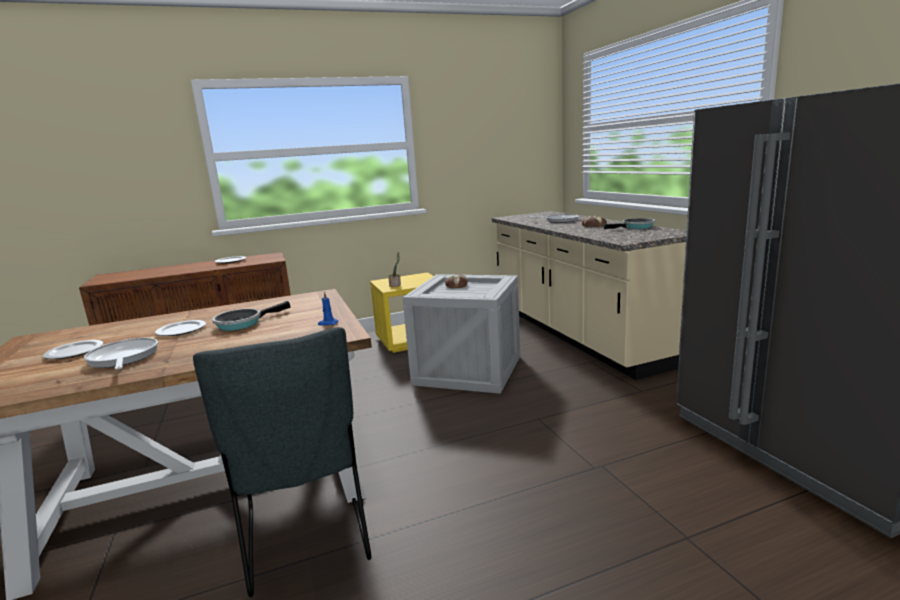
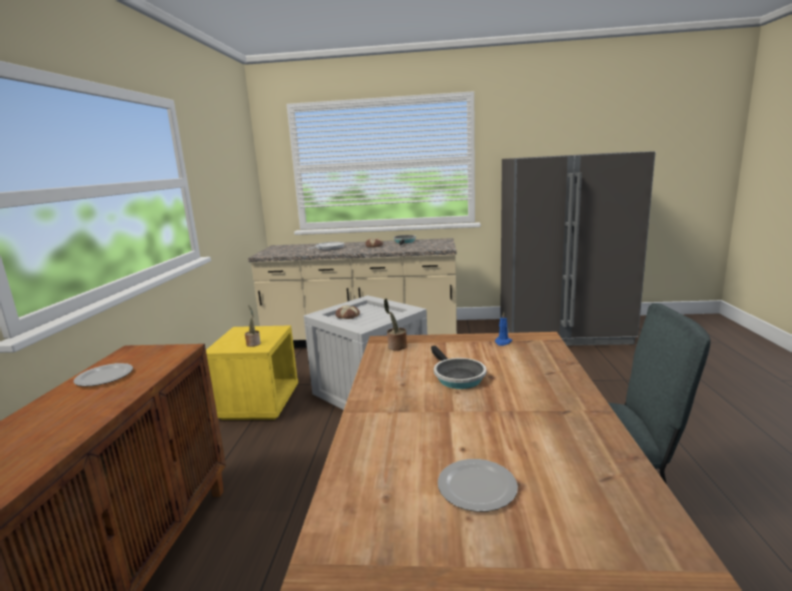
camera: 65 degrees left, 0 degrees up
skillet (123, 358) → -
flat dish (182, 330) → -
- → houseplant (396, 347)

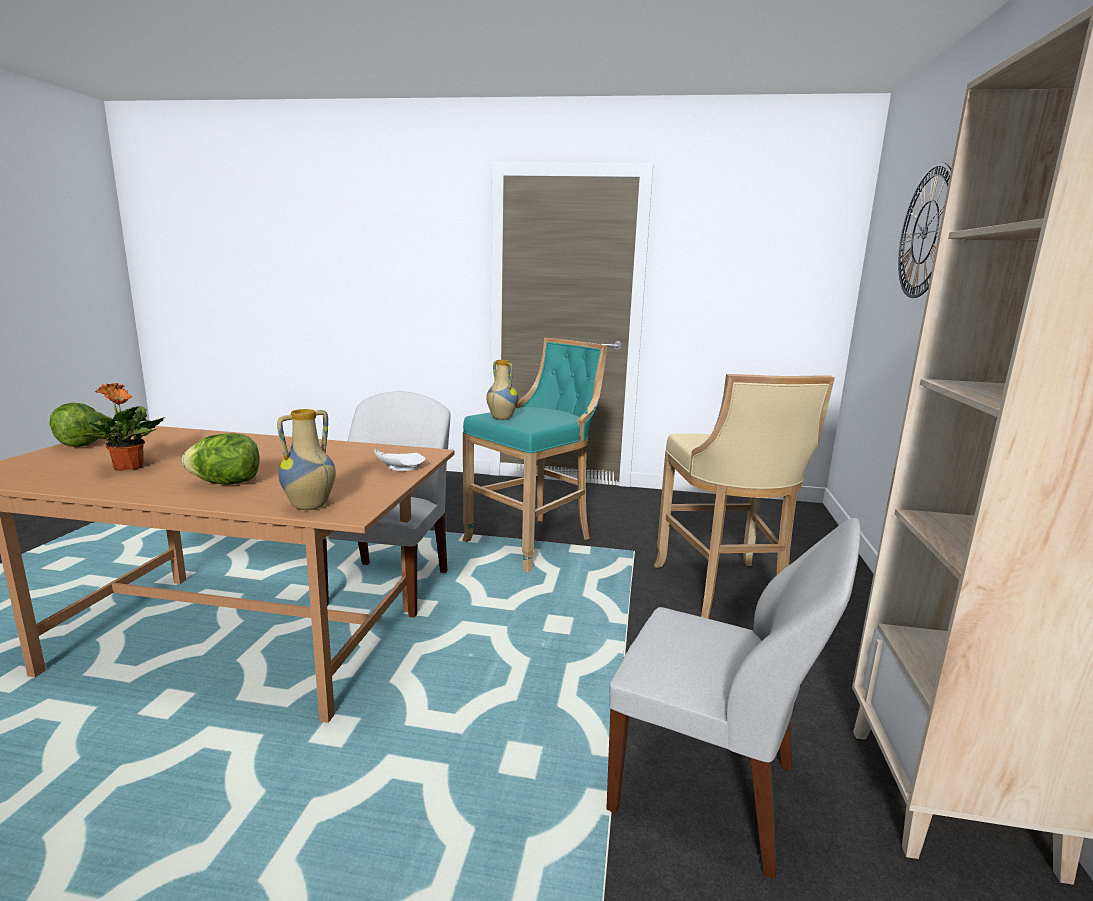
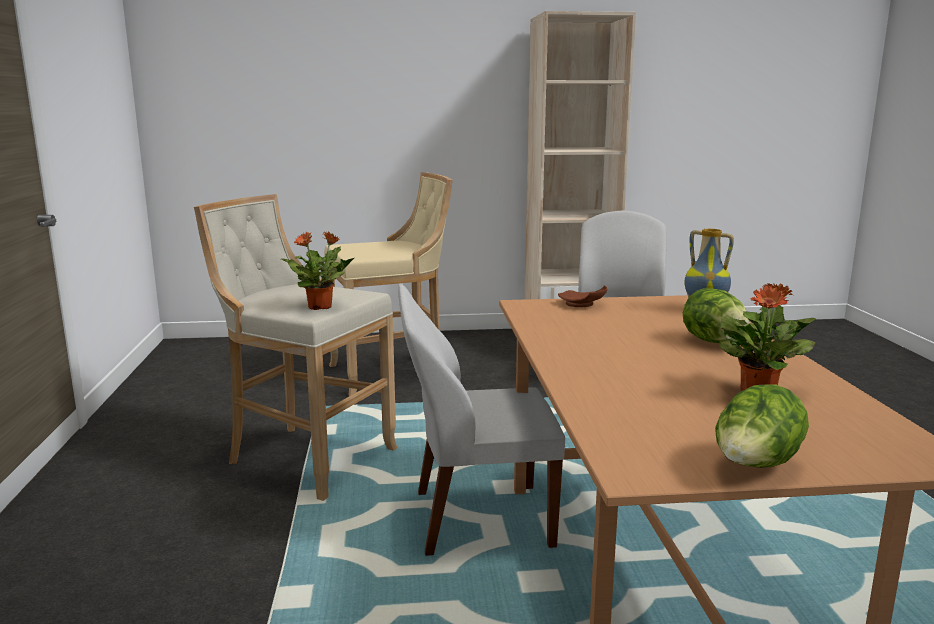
camera: 105 degrees left, 0 degrees up
flat dish (white-coloured) (399, 468) → flat dish (brown) (582, 305)
sitting stool (turquoise-coloured) (533, 541) → sitting stool (sand-coloured) (306, 458)
vase (501, 418) → houseplant (321, 307)
clock on the wall (925, 232) → -

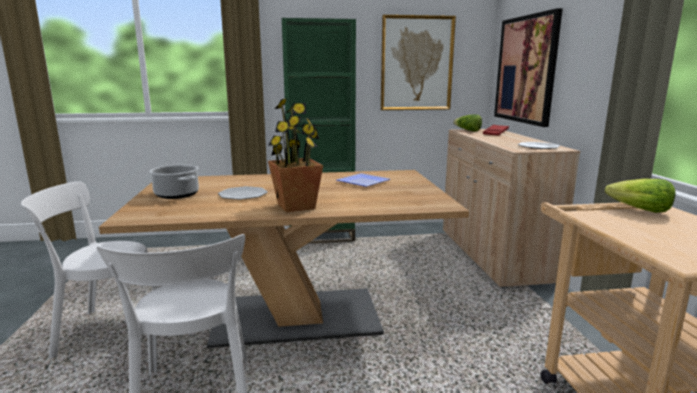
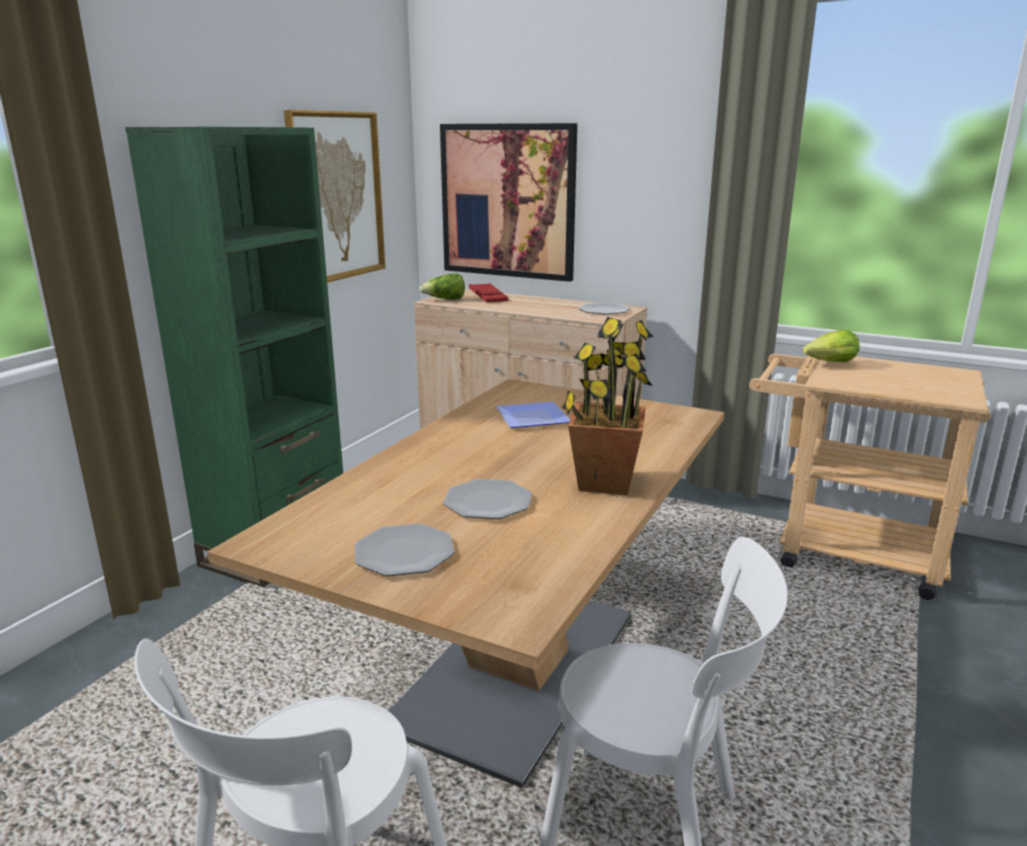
camera: 55 degrees left, 5 degrees up
saucepot (177, 194) → flat dish (404, 552)

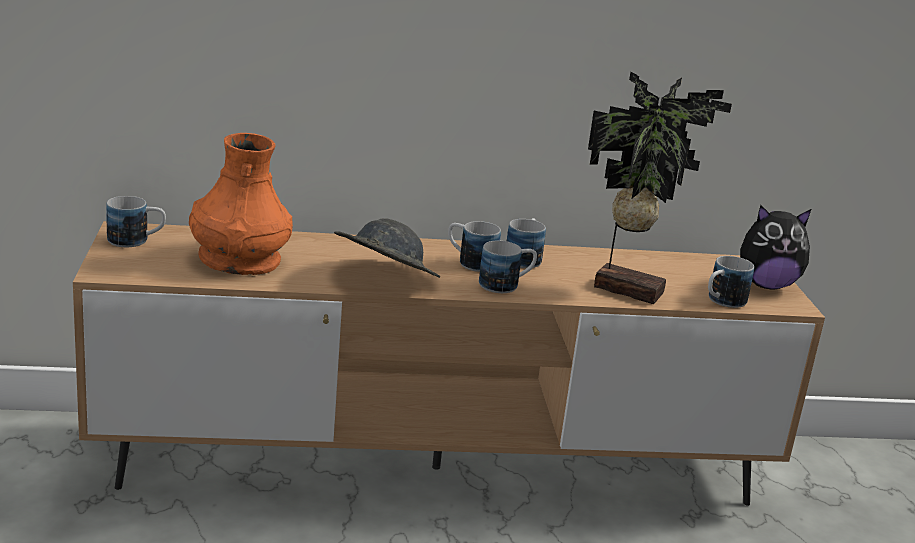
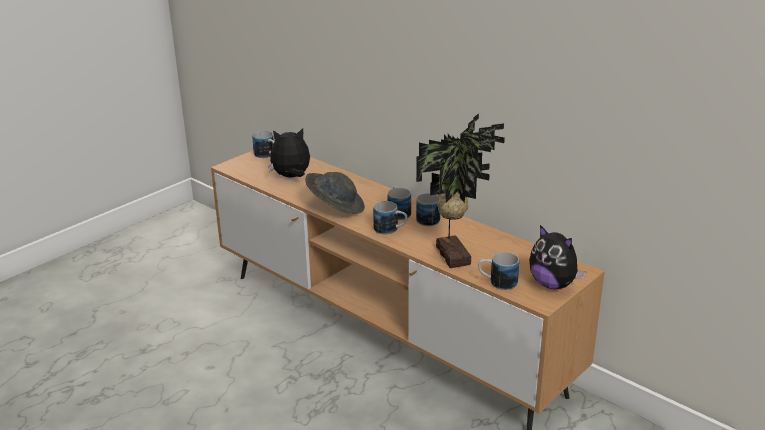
camera: 50 degrees right, 5 degrees up
vase (orangey) (239, 260) → cuddly toy (291, 177)

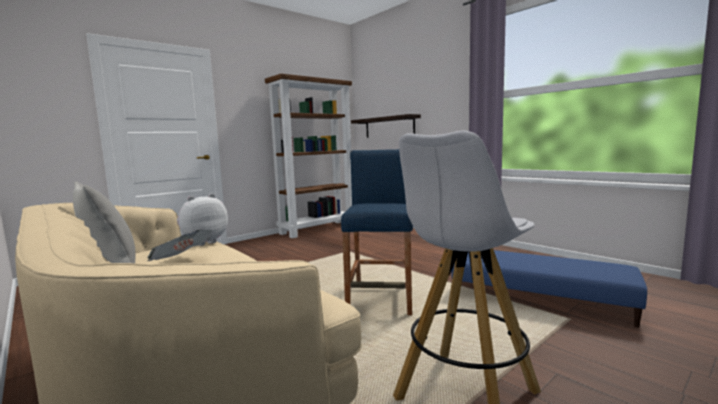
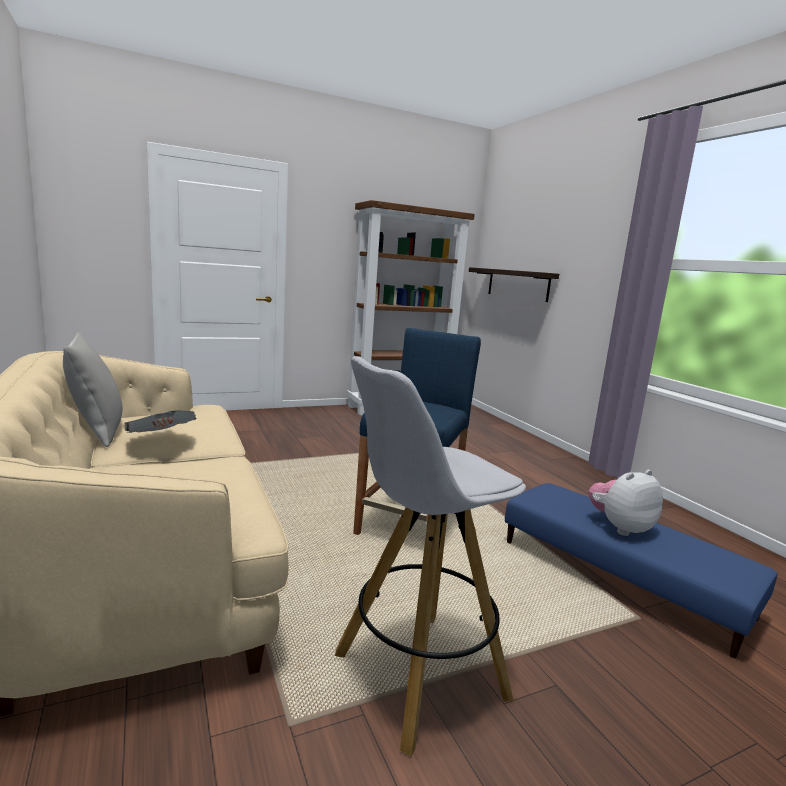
camera: 15 degrees right, 5 degrees up
cuddly toy (203, 242) → cuddly toy (620, 527), moved

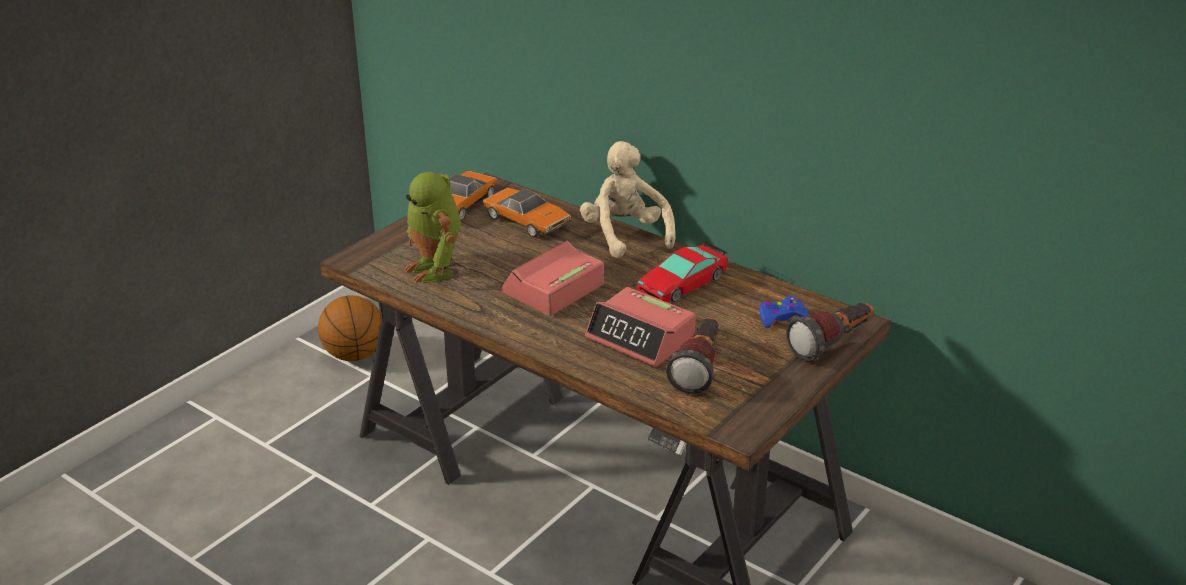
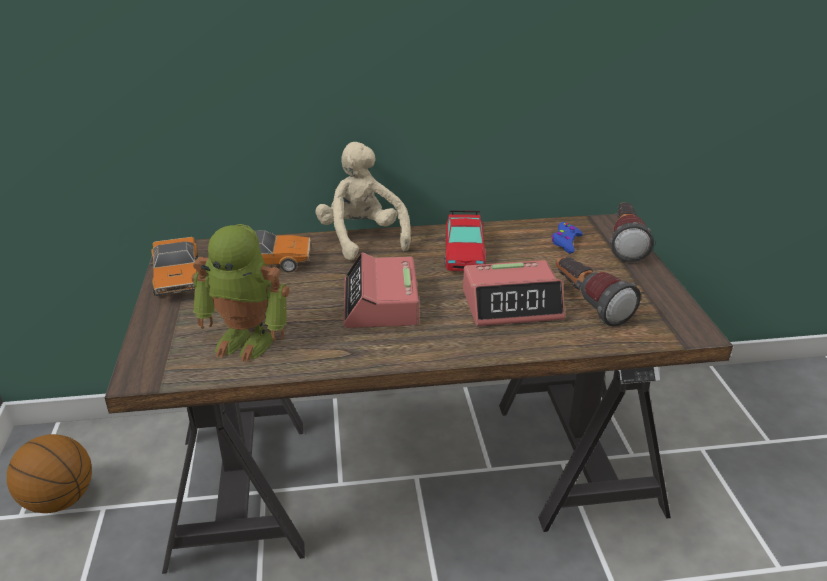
camera: 45 degrees left, 0 degrees up
cuddly toy (sand-coloured) (625, 236) → cuddly toy (sand-coloured) (362, 238), 45 degrees clockwise

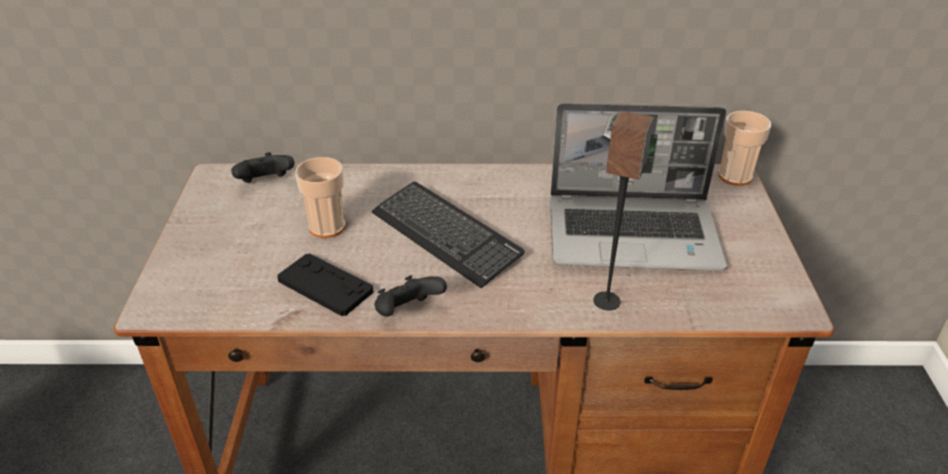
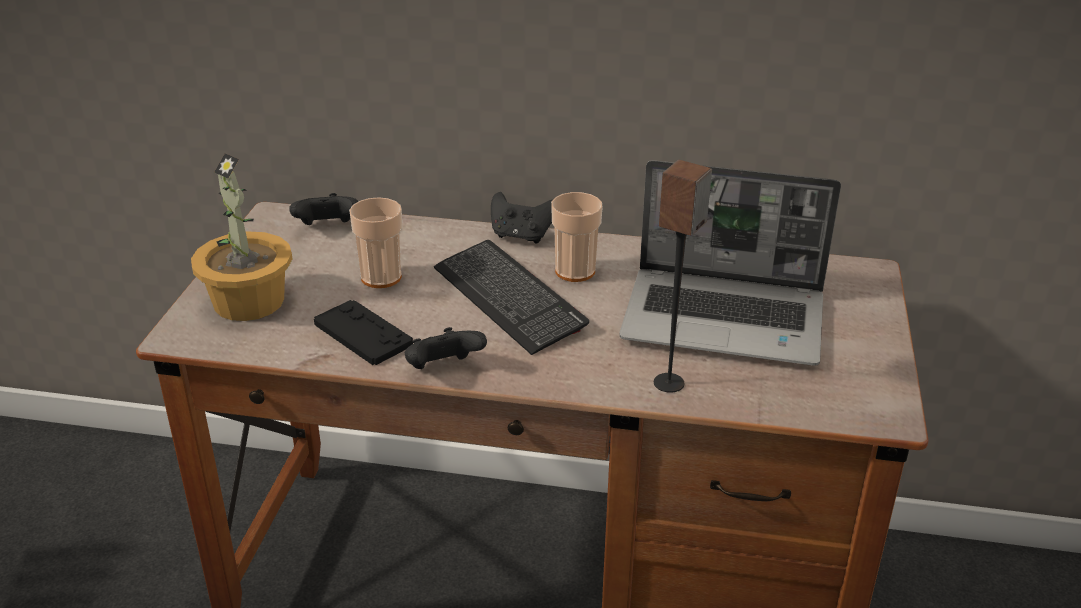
camera: 10 degrees right, 5 degrees down
drinking cup (735, 176) → drinking cup (575, 271), moved
- → houseplant (250, 301)
- → game controller (black-coloured) (521, 236)

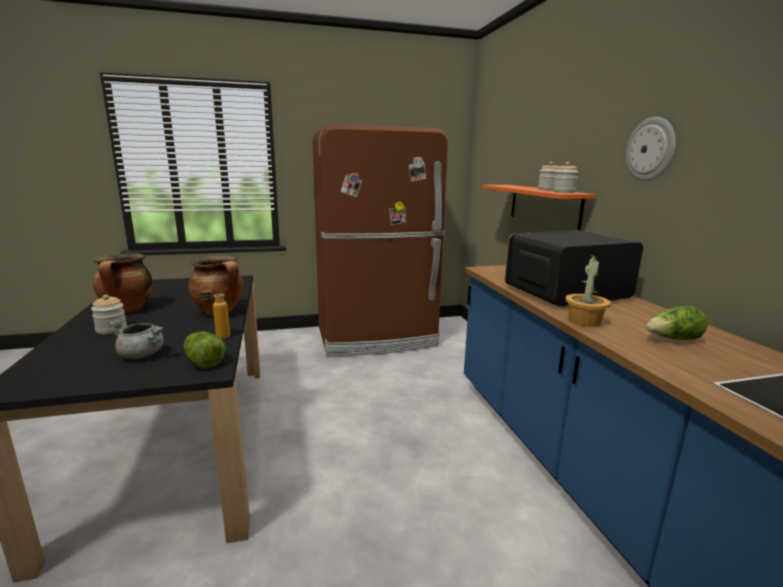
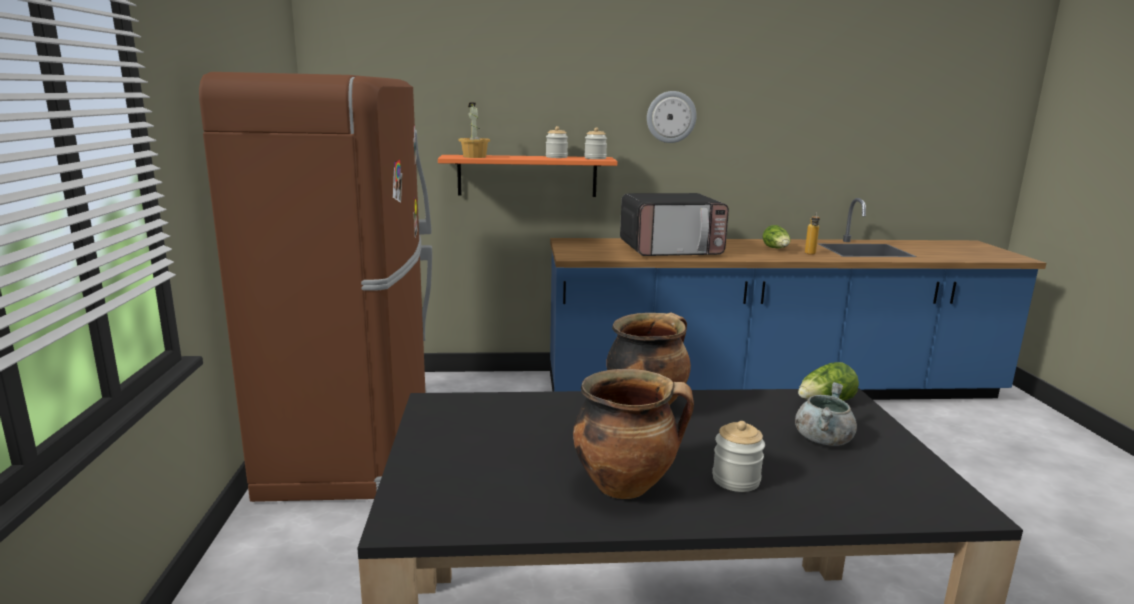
camera: 80 degrees left, 0 degrees up
beverage bottle (217, 336) → beverage bottle (810, 254), moved
microwave (564, 293) → microwave (671, 250), 90 degrees counterclockwise
houseplant (584, 321) → houseplant (474, 157), moved

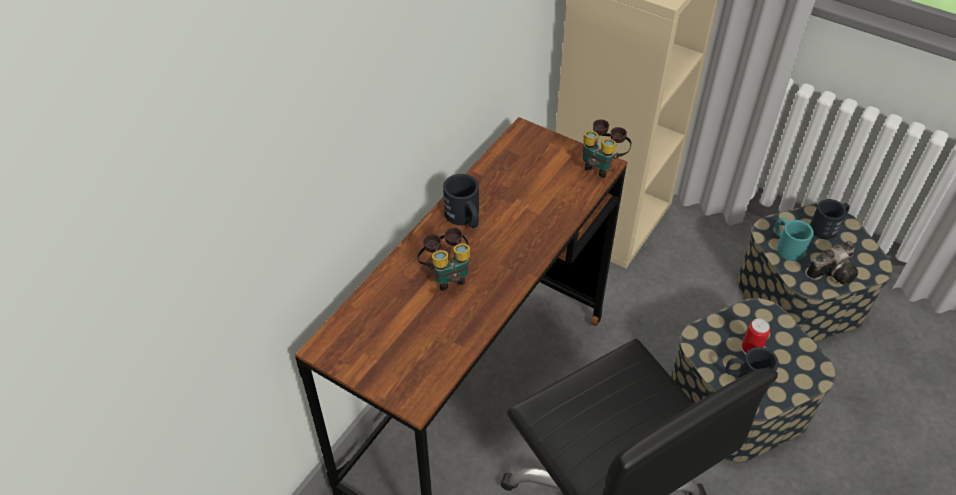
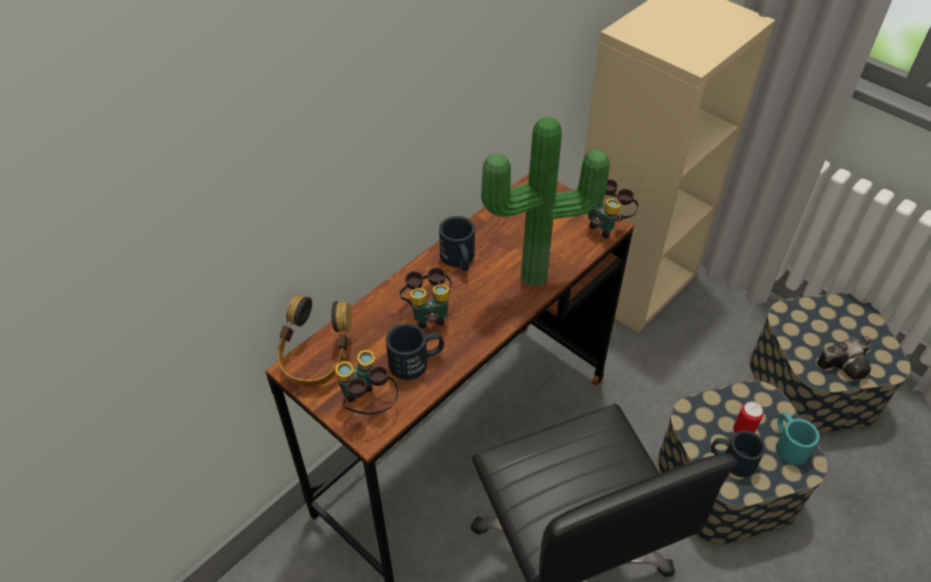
camera: 10 degrees right, 0 degrees up
tea mug (turquoise-coloured) (786, 246) → tea mug (turquoise-coloured) (787, 444), moved
tea mug (black-coloured) (828, 227) → tea mug (black-coloured) (416, 361), moved
- → pair of headphones (317, 358)
- → binoculars (368, 405)
- → houseplant (536, 280)

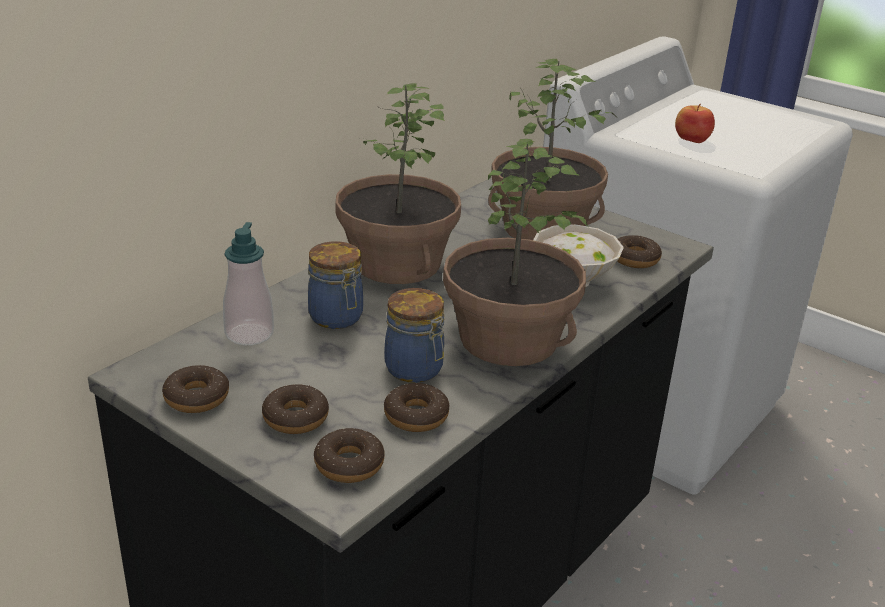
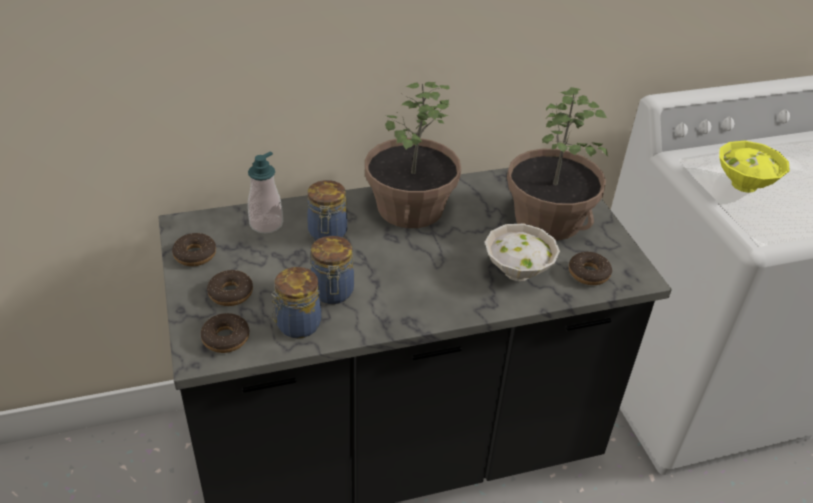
camera: 35 degrees right, 10 degrees up
donut (416, 416) → preserve jar (297, 325)
houseplant (507, 339) → -
apple fruit (692, 139) → deep dish (yellowish) (746, 185)

